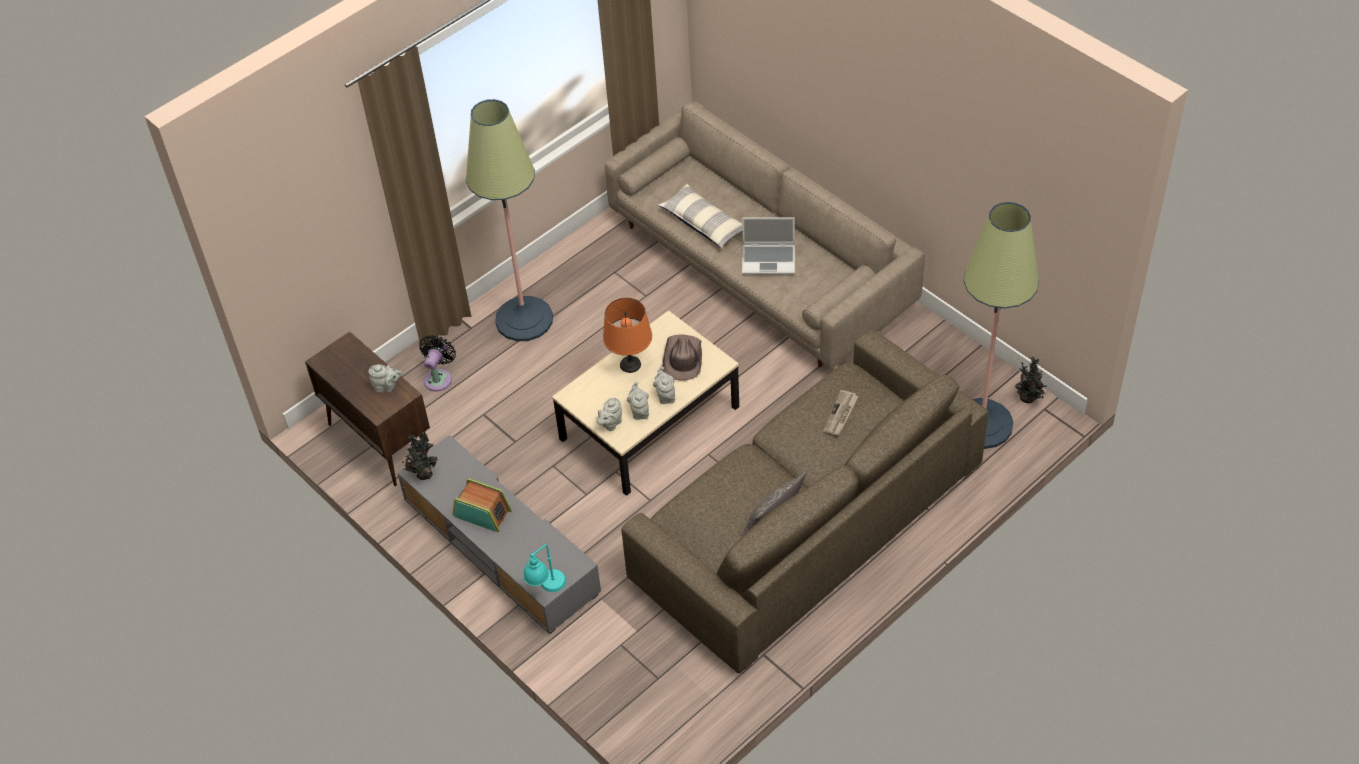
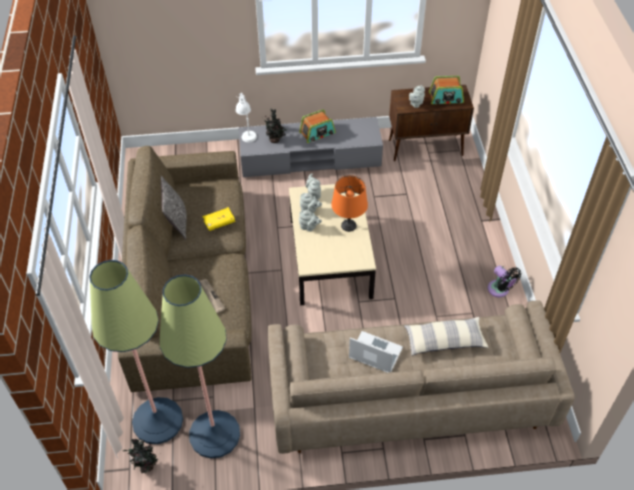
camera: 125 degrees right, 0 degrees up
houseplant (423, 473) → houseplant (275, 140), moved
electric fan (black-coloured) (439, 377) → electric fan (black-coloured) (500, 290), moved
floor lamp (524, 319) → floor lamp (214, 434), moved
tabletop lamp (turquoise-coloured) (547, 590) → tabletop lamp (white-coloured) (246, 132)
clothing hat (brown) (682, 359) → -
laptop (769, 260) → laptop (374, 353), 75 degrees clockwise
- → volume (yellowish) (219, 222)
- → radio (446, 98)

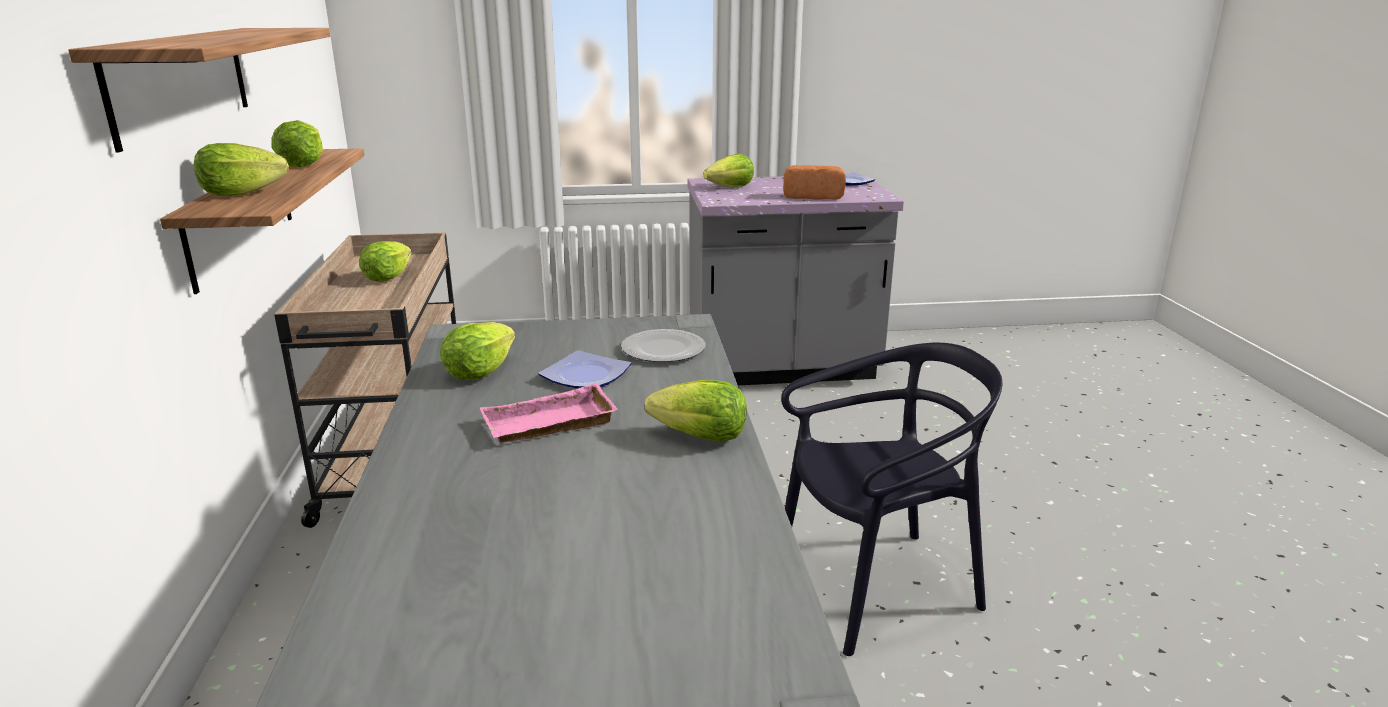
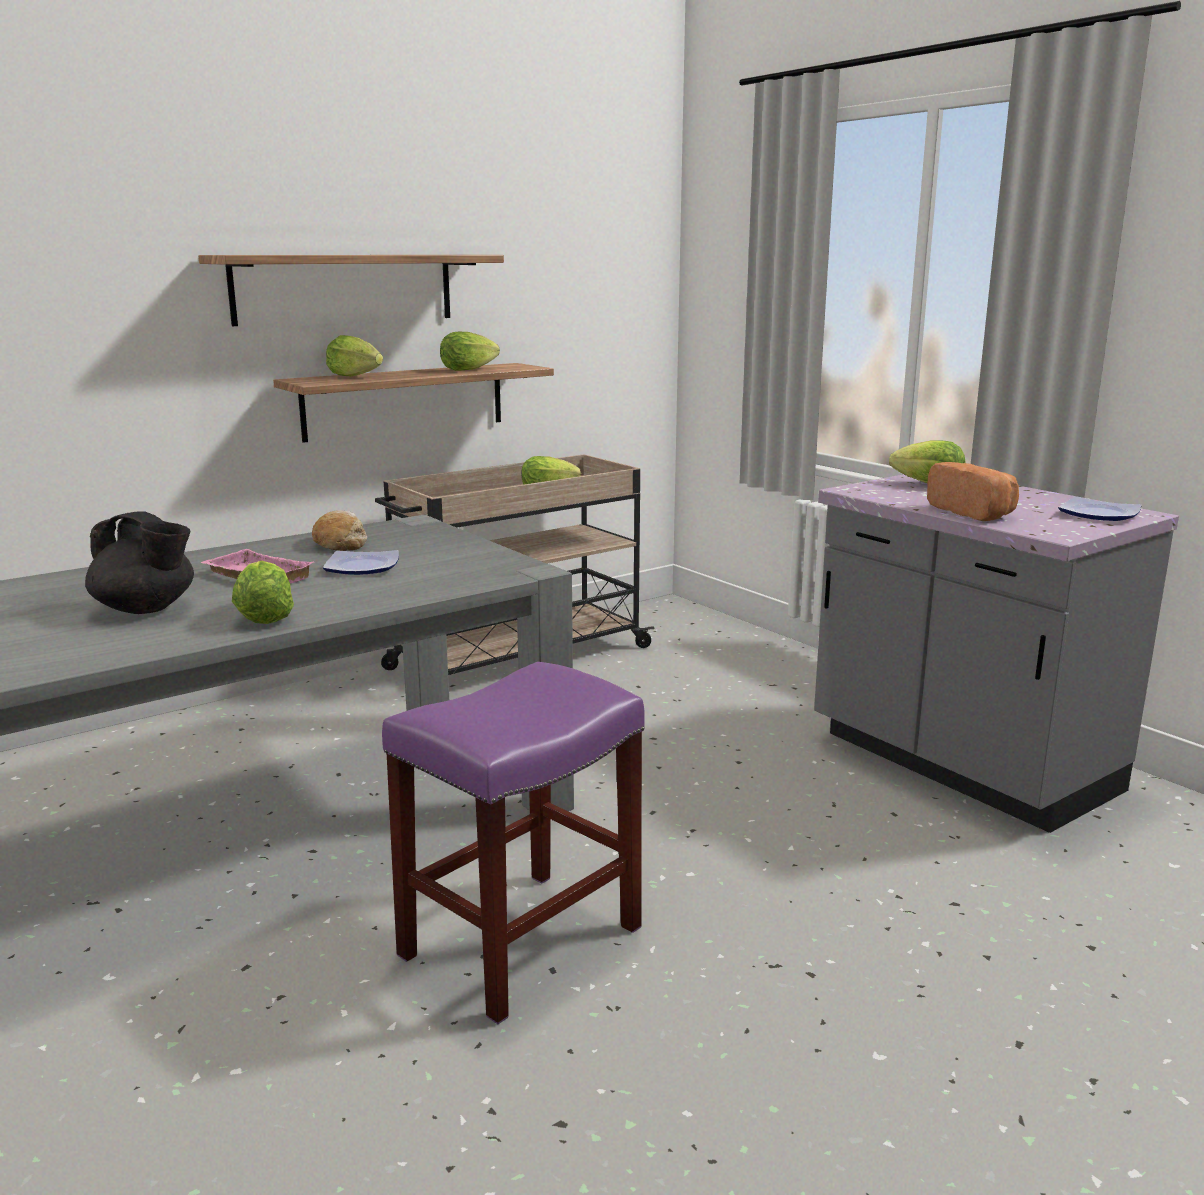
camera: 60 degrees right, 5 degrees down
lettuce head (479, 372) → bread (340, 543)
flat dish (662, 349) → -
chair (black-coloured) (876, 586) → sitting stool (purple) (521, 943)
- → teapot (black-coloured) (146, 609)

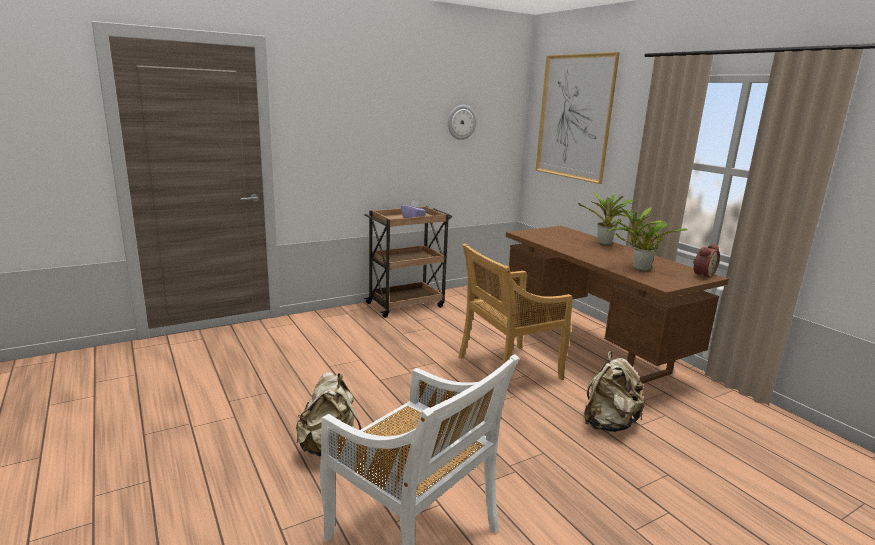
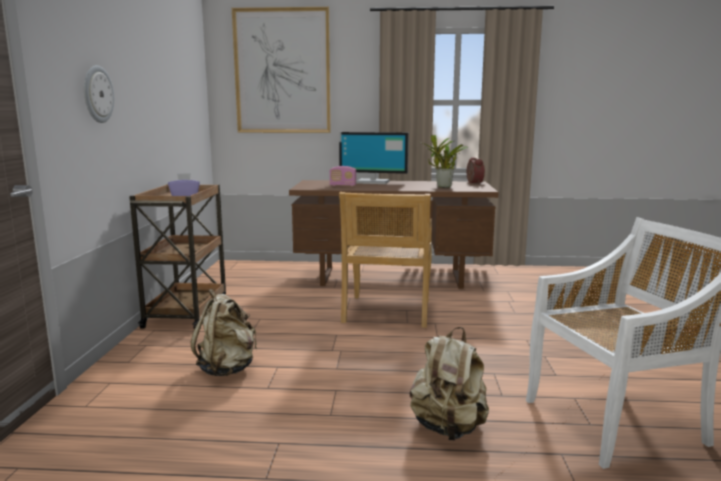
camera: 55 degrees left, 5 degrees down
clock on the wall (461, 122) → clock on the wall (97, 94), moved
houseplant (604, 244) → computer screen (373, 182)
backpack (sand-coloured) (608, 424) → backpack (sand-coloured) (227, 369), moved
- → radio (343, 185)

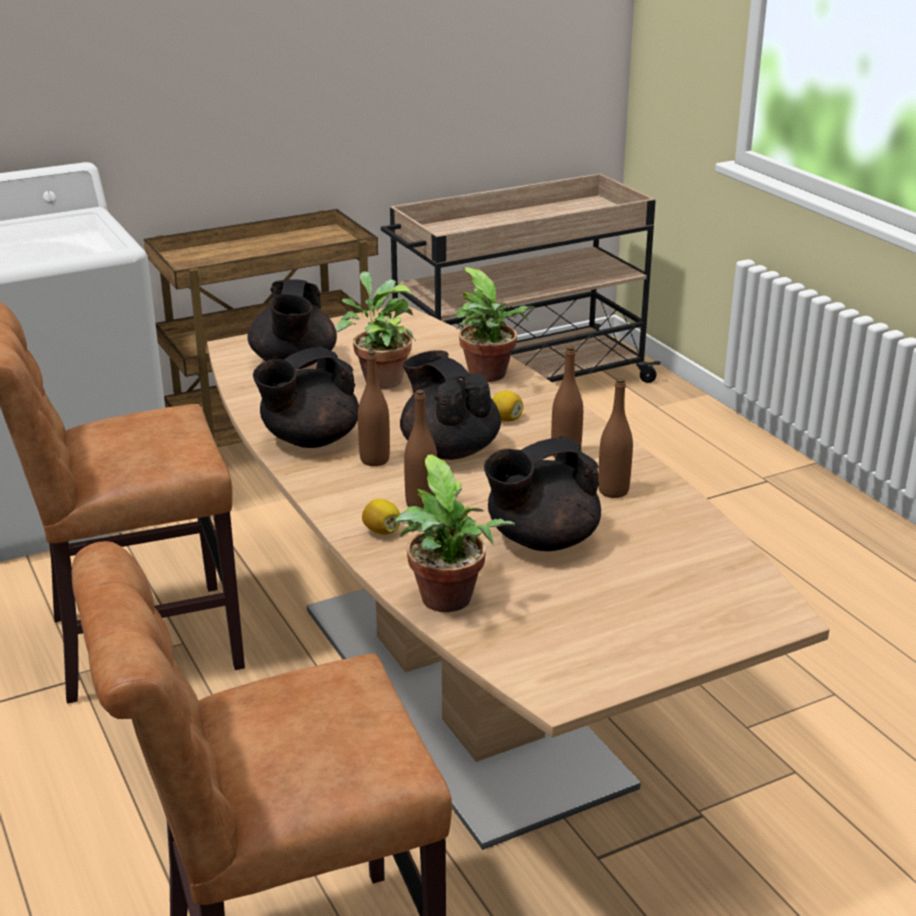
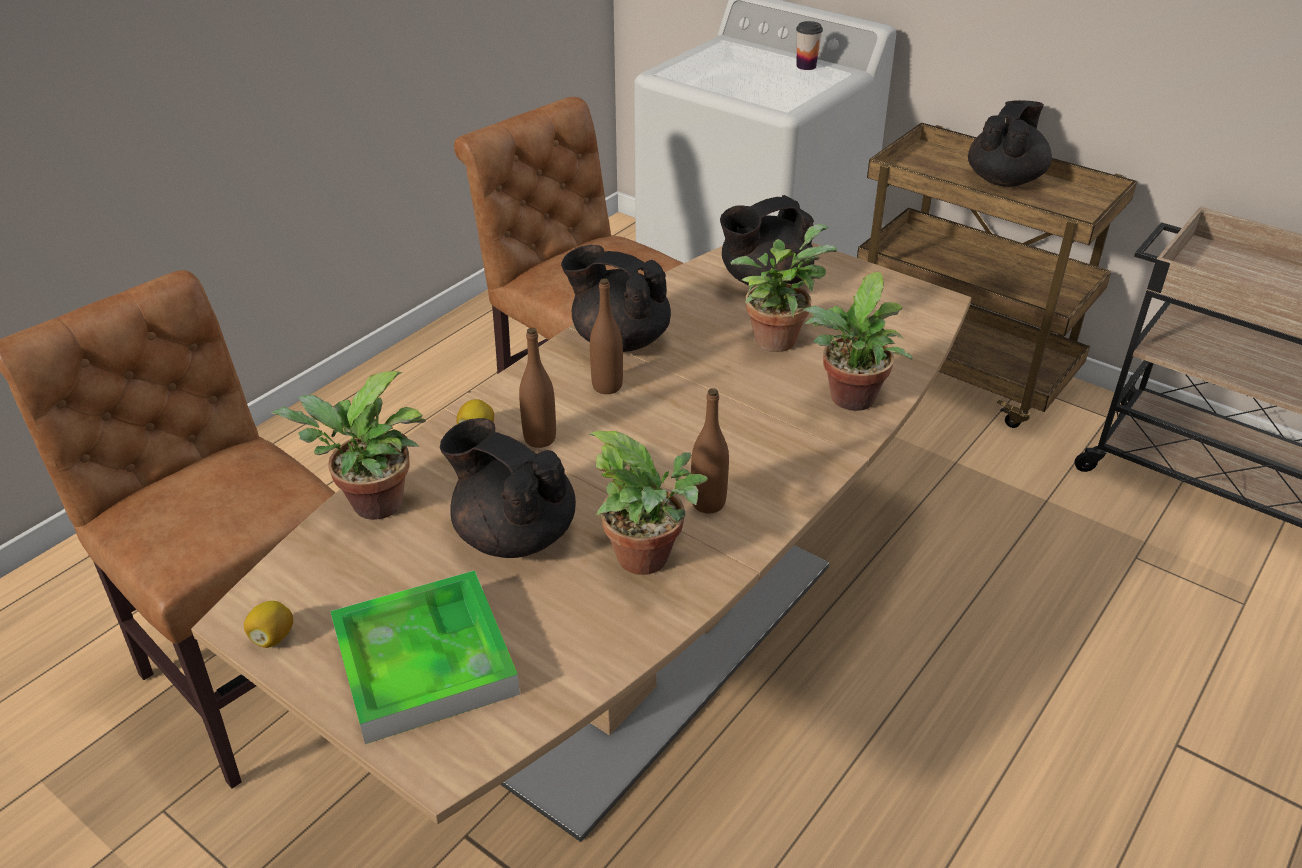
camera: 65 degrees right, 10 degrees up
teapot (black-coloured) (449, 449) → teapot (black-coloured) (1004, 179), moved
citrus fruit (506, 419) → citrus fruit (273, 637), moved
beverage bottle (brown) (613, 491) → houseplant (649, 559)
- → tray (425, 662)
- → drinking cup (806, 66)

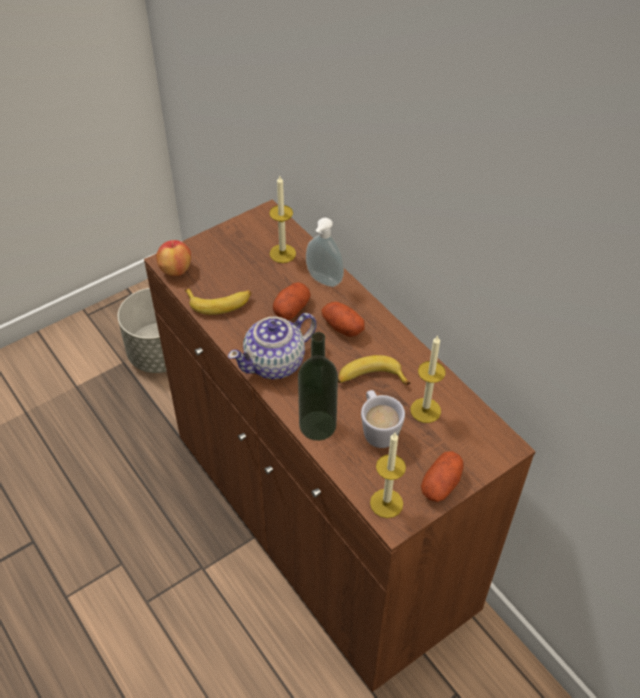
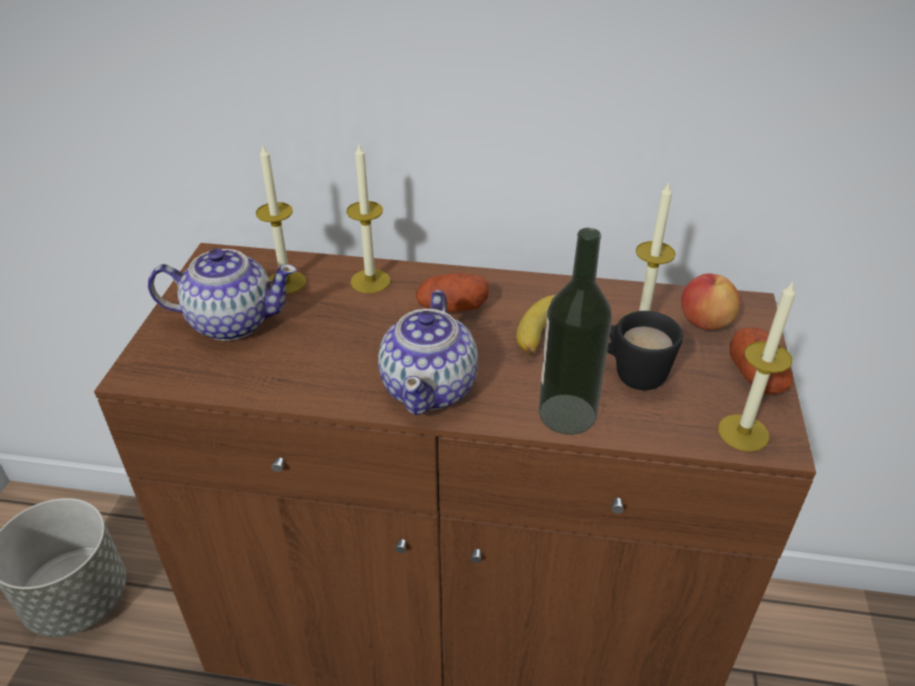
camera: 45 degrees left, 10 degrees down
apple fruit (175, 269) → apple fruit (704, 323), moved
whole banana (219, 302) → -
whole potato (291, 308) → -
soap dispenser (323, 281) → wax light (370, 281)
tea mug (white-coloured) (377, 429) → tea mug (black-coloured) (628, 373)
- → teapot (231, 321)

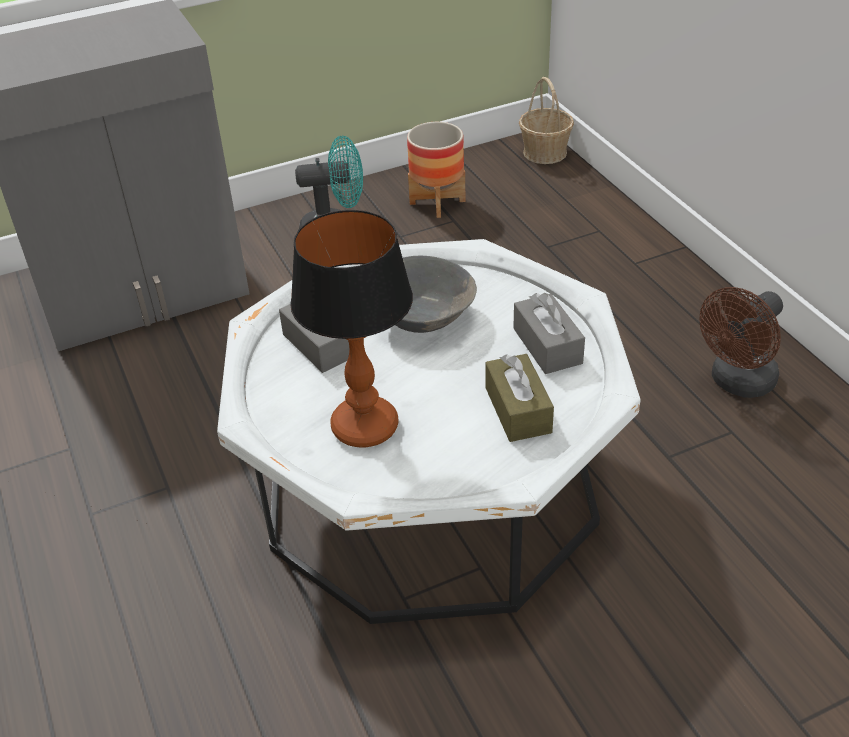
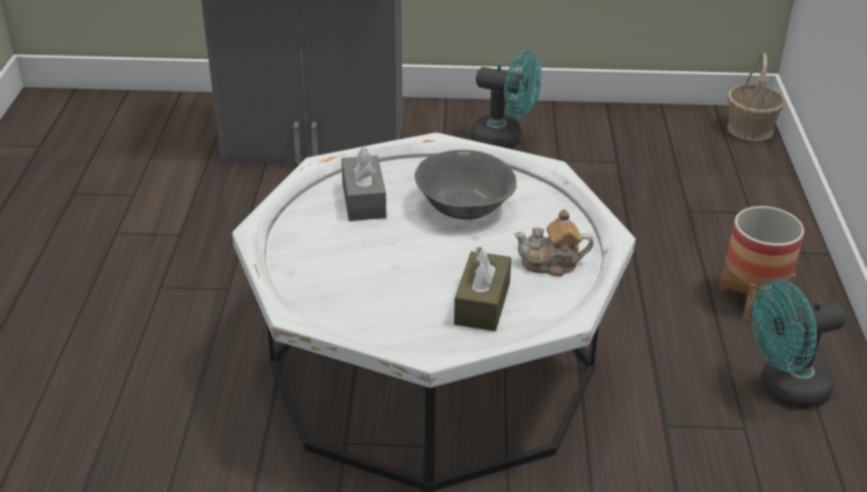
camera: 25 degrees right, 5 degrees down
tabletop lamp (363, 427) → -
planter (437, 202) → planter (752, 299), moved
box of tissues (grey) (547, 346) → teapot (551, 264)
electric fan (brown) (737, 383) → electric fan (turquoise-coloured) (784, 389)

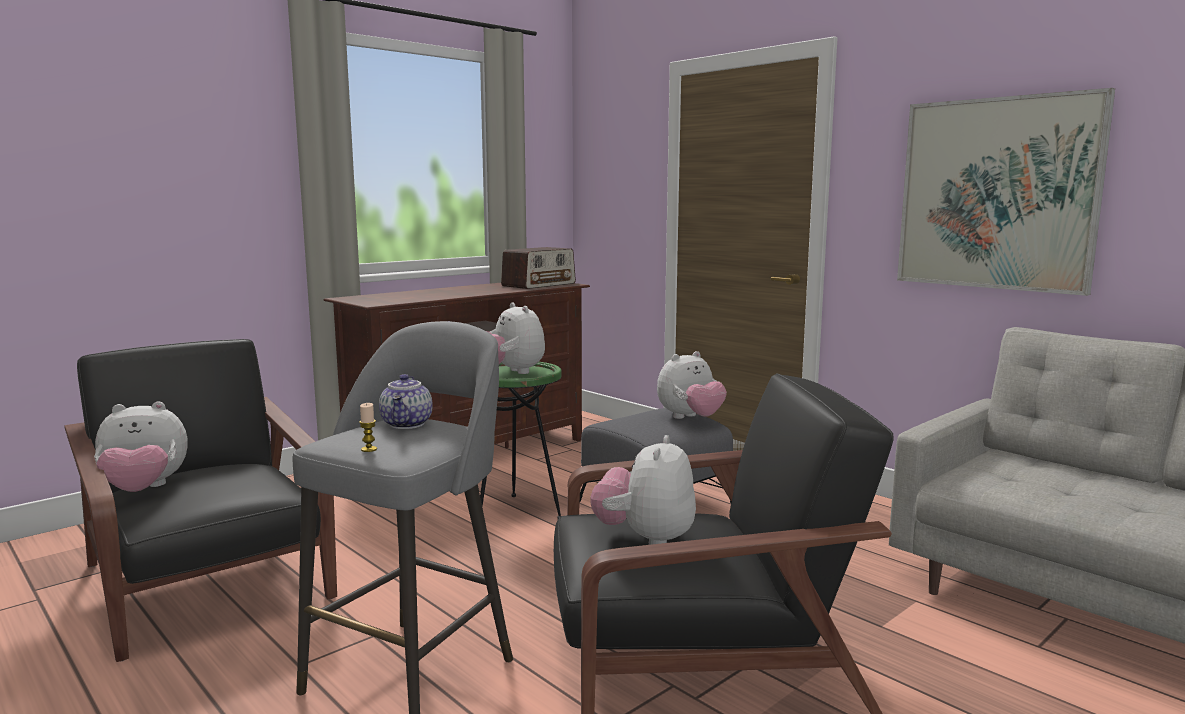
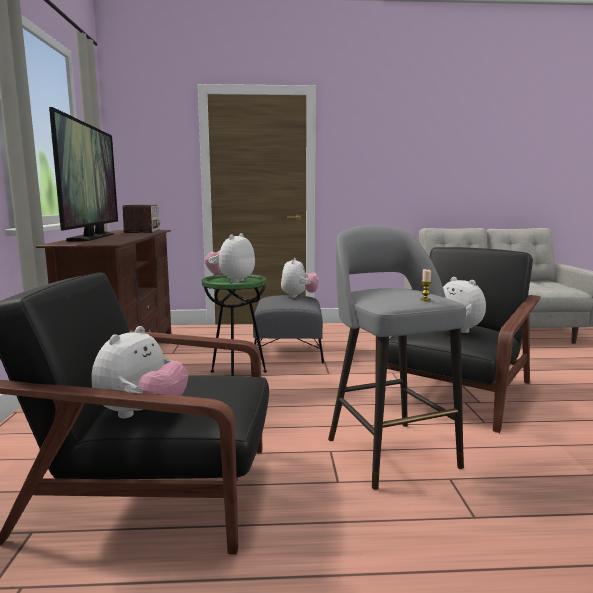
camera: 50 degrees left, 0 degrees up
teapot (408, 424) → -
cuddly toy (511, 372) → cuddly toy (231, 281), 105 degrees clockwise
picture (997, 194) → -
- → TV (92, 237)

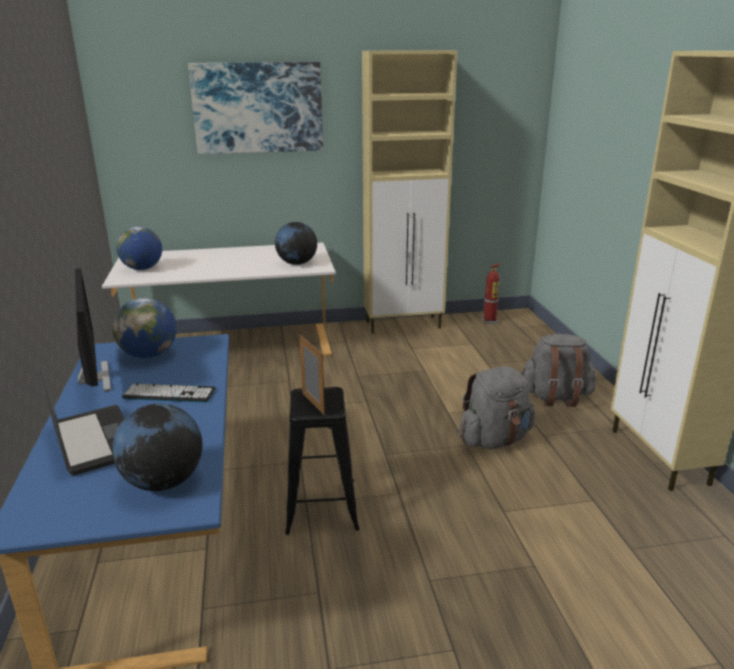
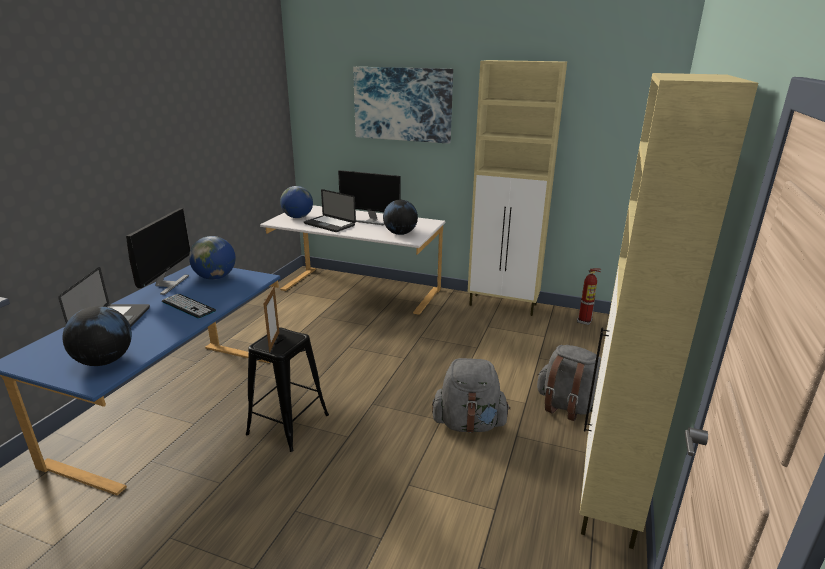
camera: 30 degrees right, 0 degrees up
- → laptop (329, 224)
- → computer screen (370, 221)

